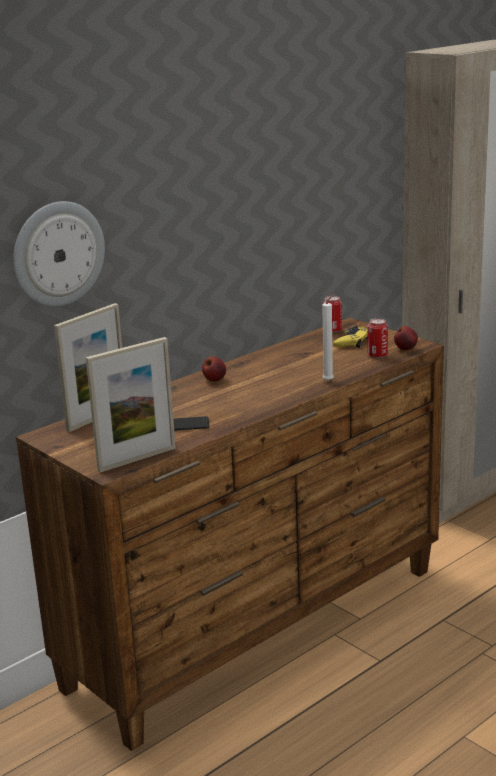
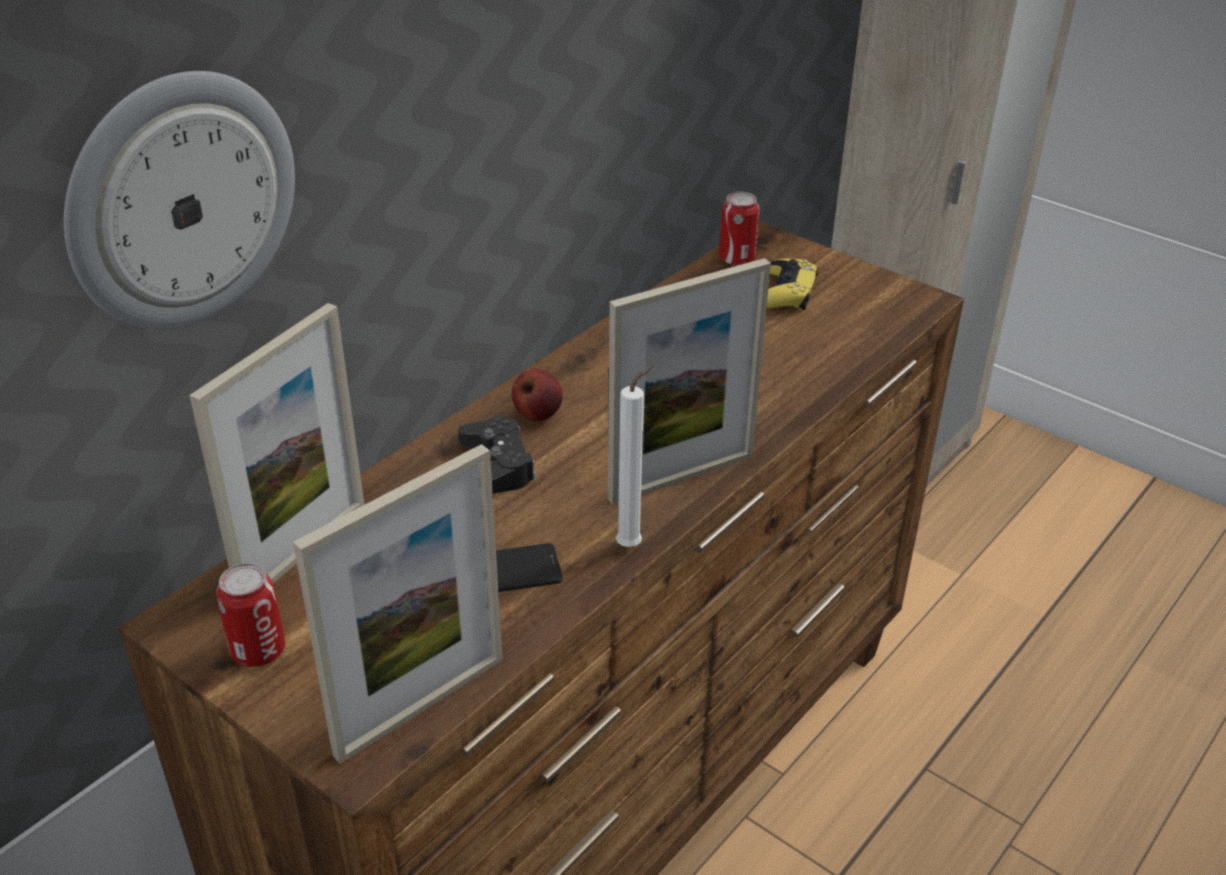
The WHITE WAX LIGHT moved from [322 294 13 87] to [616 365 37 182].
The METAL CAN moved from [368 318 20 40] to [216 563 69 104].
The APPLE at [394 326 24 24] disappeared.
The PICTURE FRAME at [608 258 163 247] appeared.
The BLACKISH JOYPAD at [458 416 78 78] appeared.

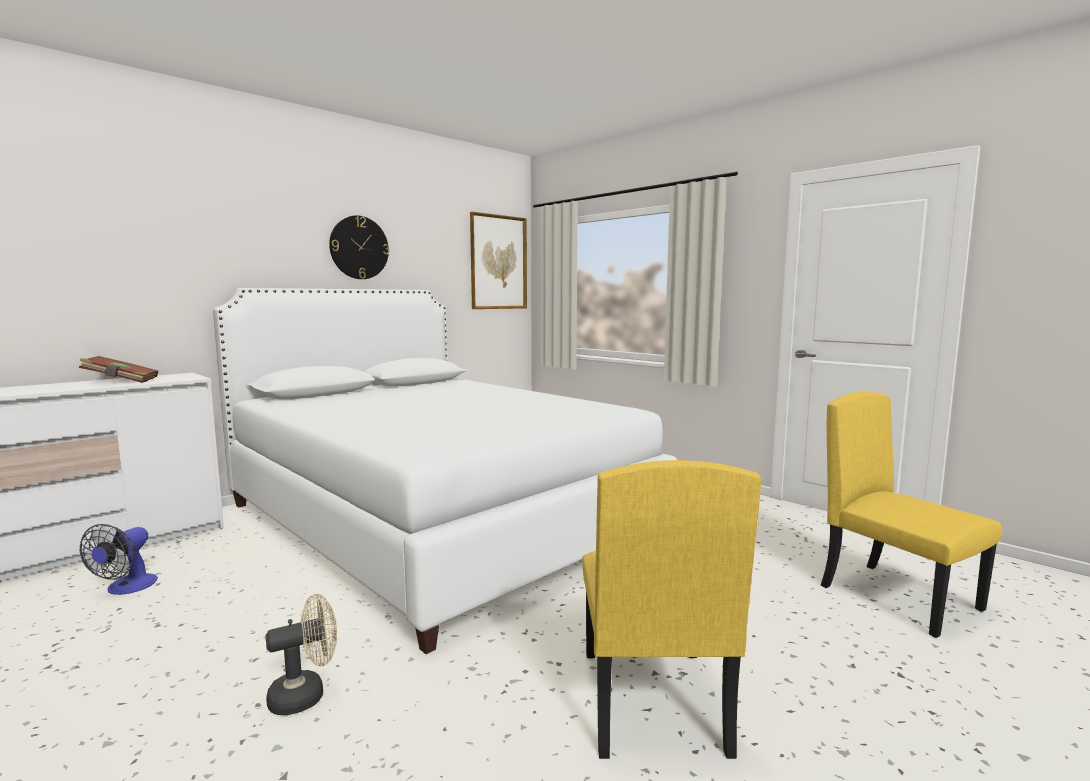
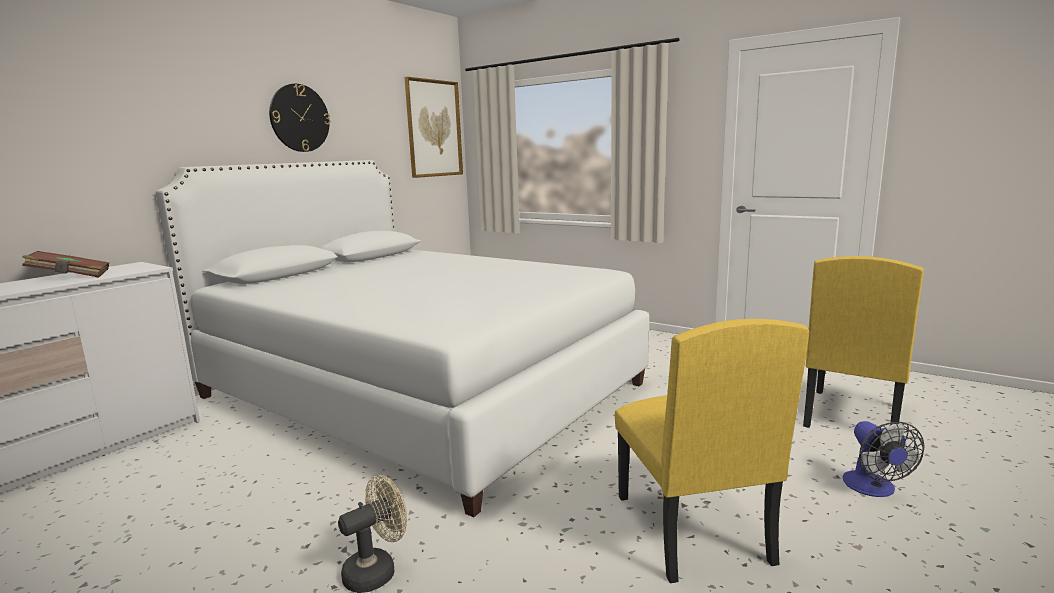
The YELLOW CHAIR at [821 391 181 247] turned 105 degrees counterclockwise.
The COOLING FAN moved from [80 524 78 71] to [843 421 82 76].

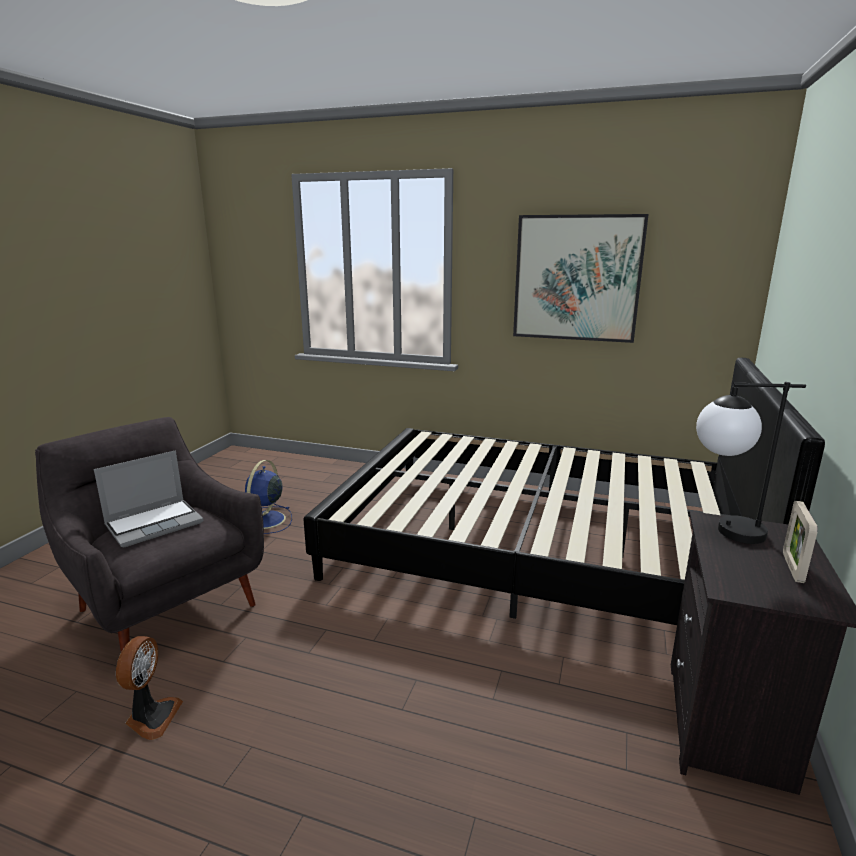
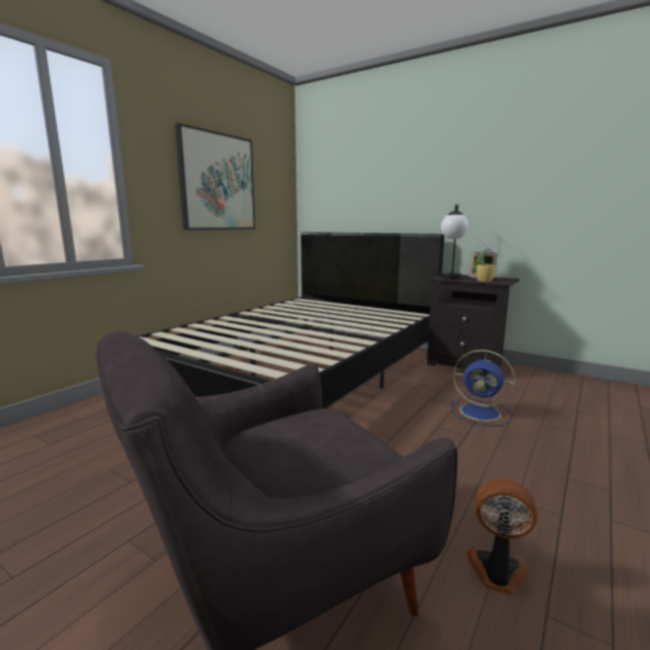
The NOTEBOOK COMPUTER at [94 450 109 97] disappeared.
The BLUE COOLING FAN moved from [245 460 47 74] to [451 350 64 76].
The POTTED PLANT at [476 240 21 42] appeared.

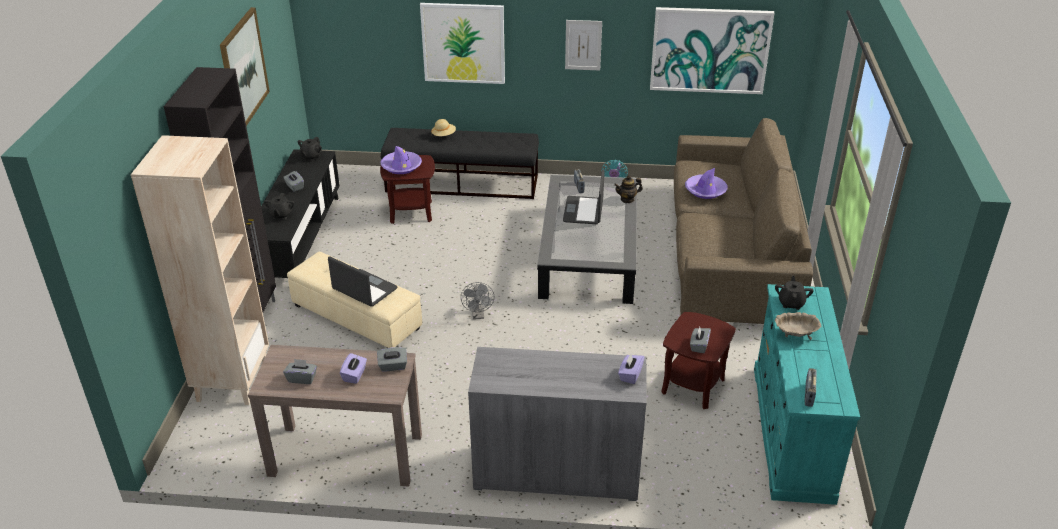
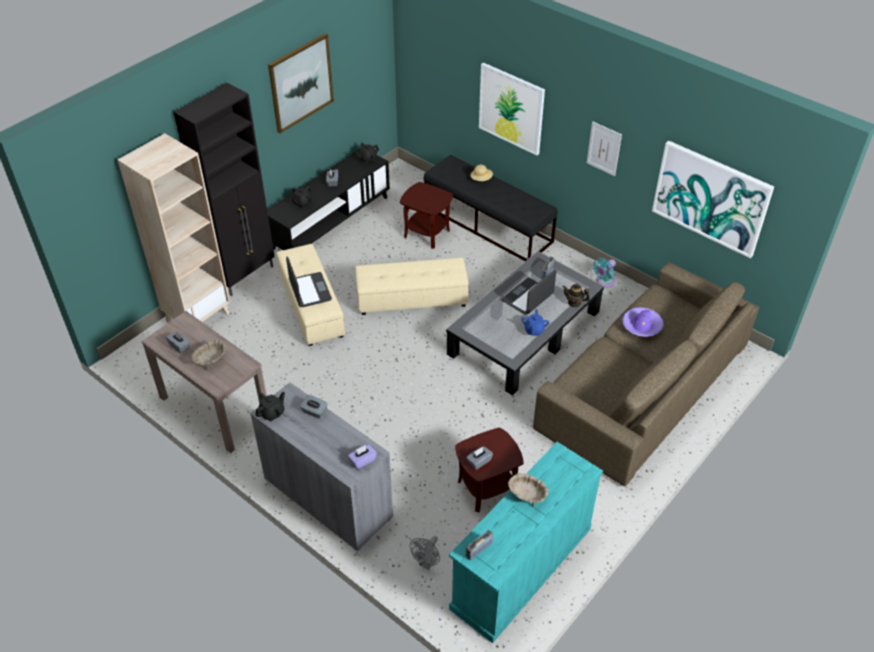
The PURPLE HAT at [381 146 41 28] disappeared.
The BLACKISH TEA POT moved from [775 276 39 34] to [256 392 29 29].
The GRAY COOLING FAN moved from [461 282 34 37] to [410 536 30 34].
The GRAY TISSUE BOX moved from [377 347 30 25] to [300 395 28 24].
The PURPLE TISSUE BOX at [340 353 27 31] was replaced by the BEIGE-COLOURED SERVING BOWL at [191 340 35 30].
The BEIGE-COLOURED OTTOMAN at [355 258 114 57] appeared.
The BLUE TEA POT at [521 309 29 27] appeared.

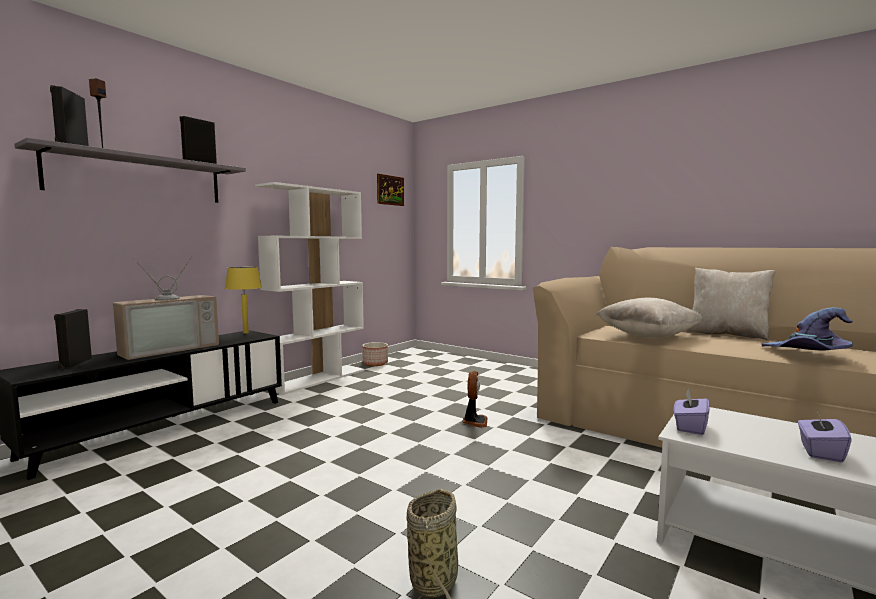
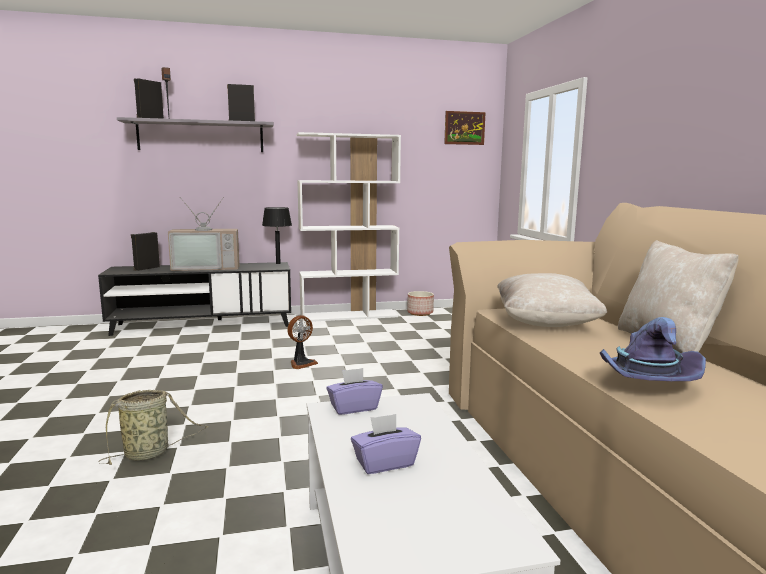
The YELLOW TABLETOP LAMP at [225 267 37 66] became the BLACKISH TABLETOP LAMP at [262 207 30 57].
The COOLING FAN moved from [462 371 26 57] to [287 315 31 54].

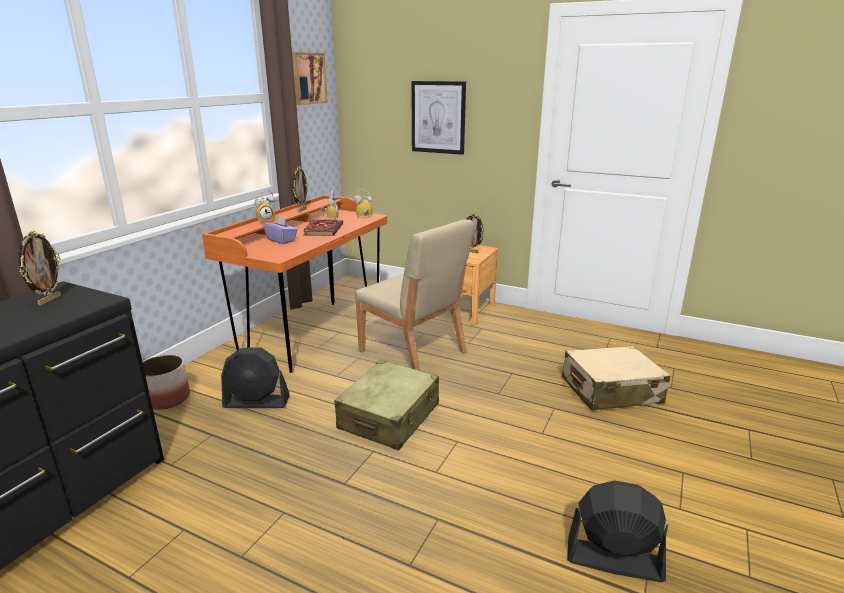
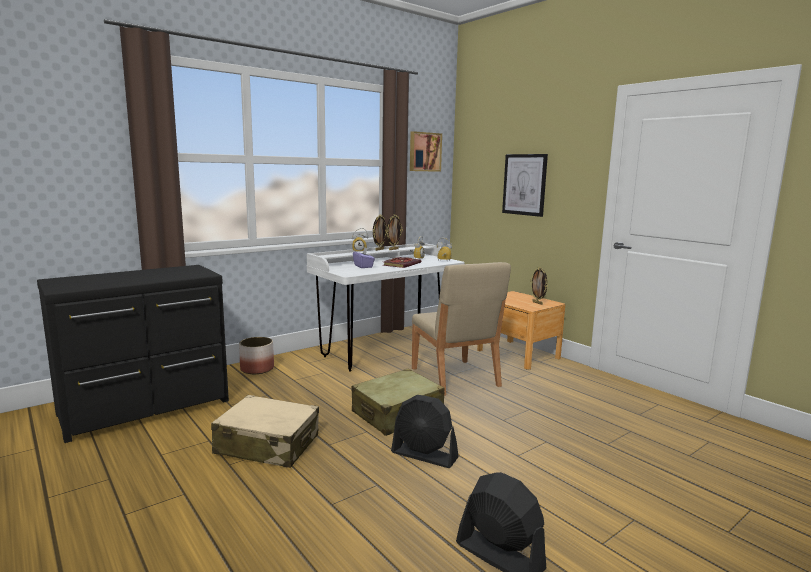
The ORANGE DESK at [202 195 185 178] became the WHITE DESK at [307 243 157 129].
The PICTURE FRAME moved from [18 231 43 75] to [373 215 14 36].
The BEIGE-COLOURED SUITCASE moved from [562 346 109 64] to [211 395 108 73].
The BLACKISH COOLING FAN moved from [221 348 69 60] to [391 395 68 73].

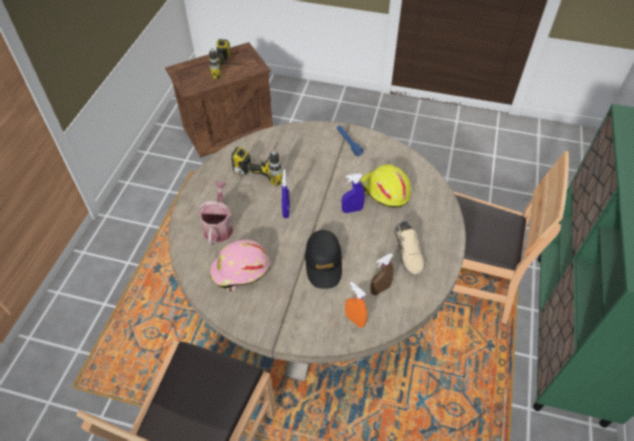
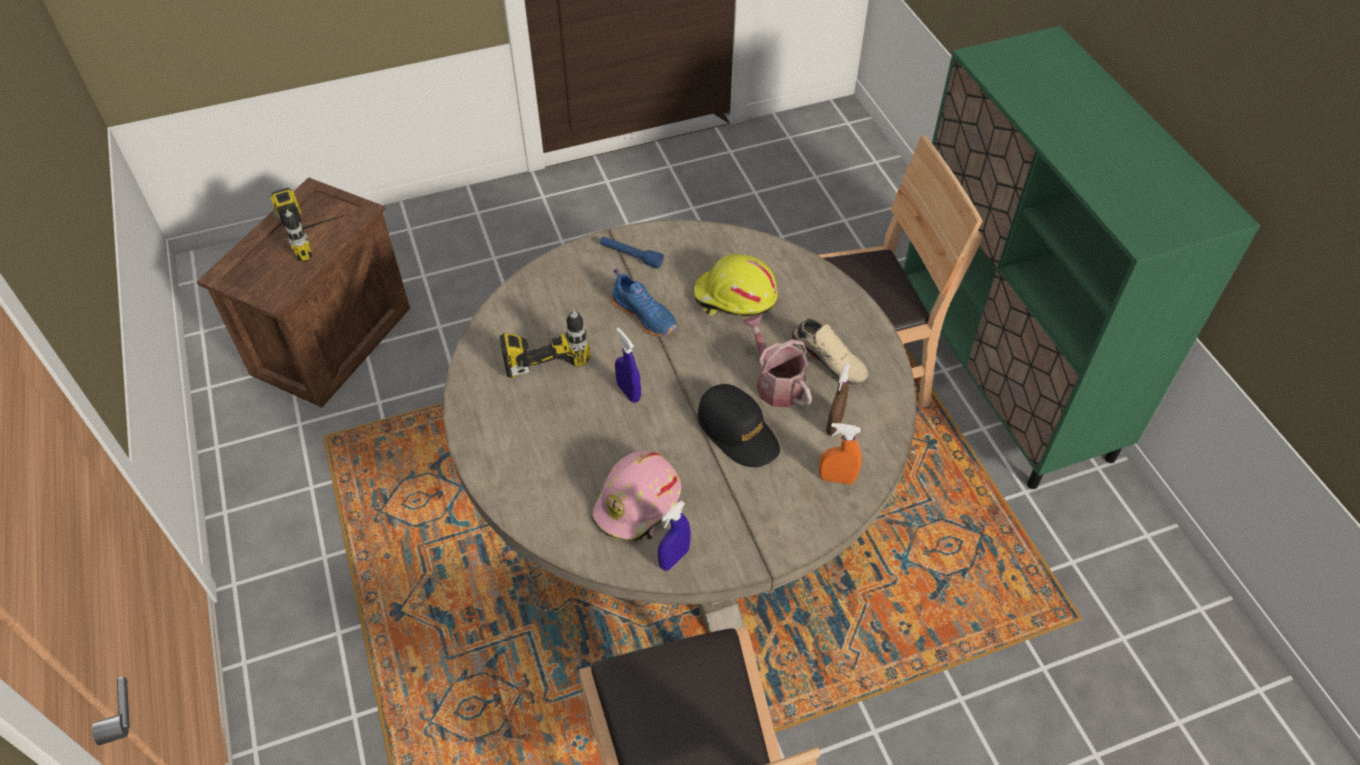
The BLUE HAND SPRAYER moved from [342 173 23 40] to [658 501 33 70].
The WATERING CAN moved from [197 182 36 63] to [742 315 70 92].
The BLUE ITEM OF FOOTWEAR at [611 268 66 69] appeared.

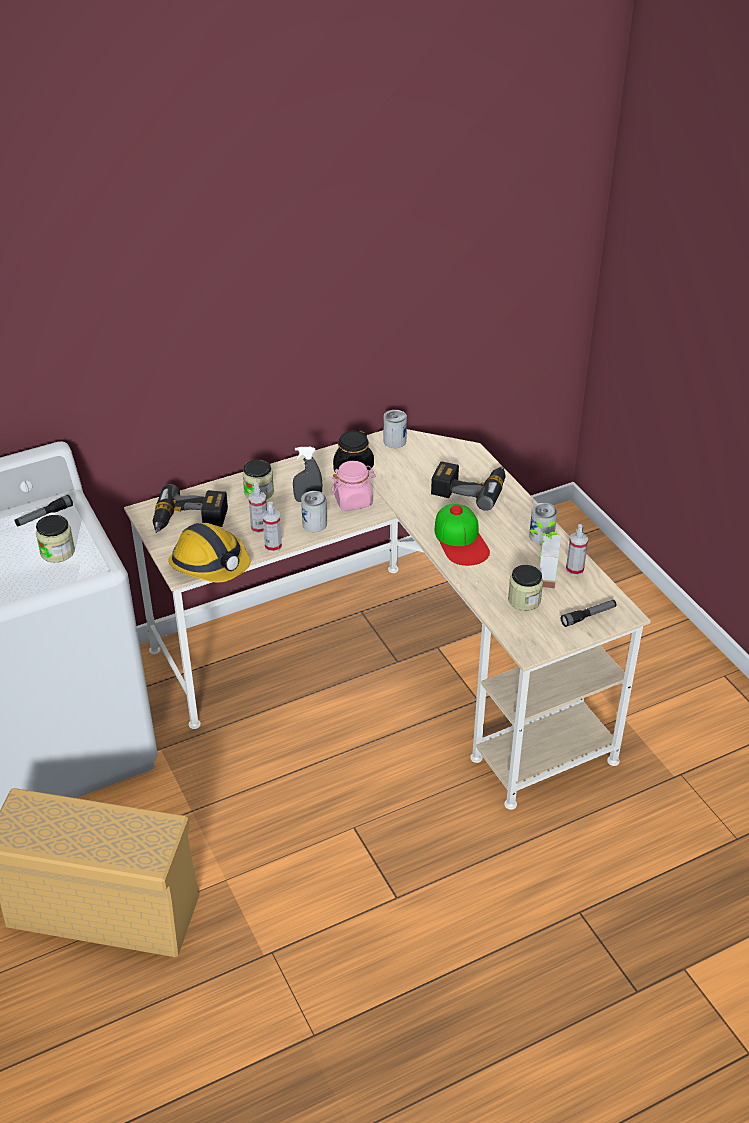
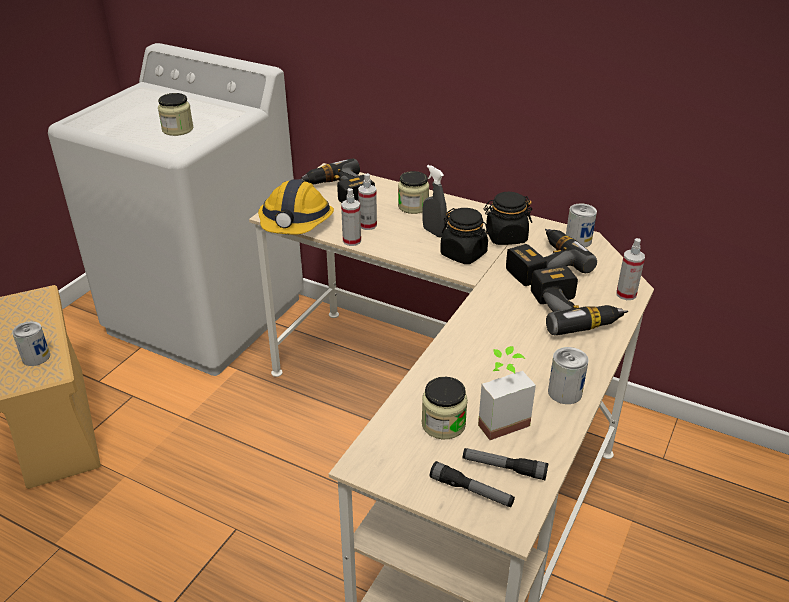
The PINKISH STORAGE JAR at [331 461 45 50] became the BLACKISH STORAGE JAR at [440 208 49 56].
The METAL CAN moved from [301 491 26 41] to [12 321 38 45].
The HAND TORCH moved from [15 495 58 31] to [463 448 85 32].
The PEAKED CAP at [434 504 56 62] disappeared.
The HAND SPRAYER moved from [566 524 22 52] to [616 238 29 62].
The DRILL at [506 229 91 57] appeared.

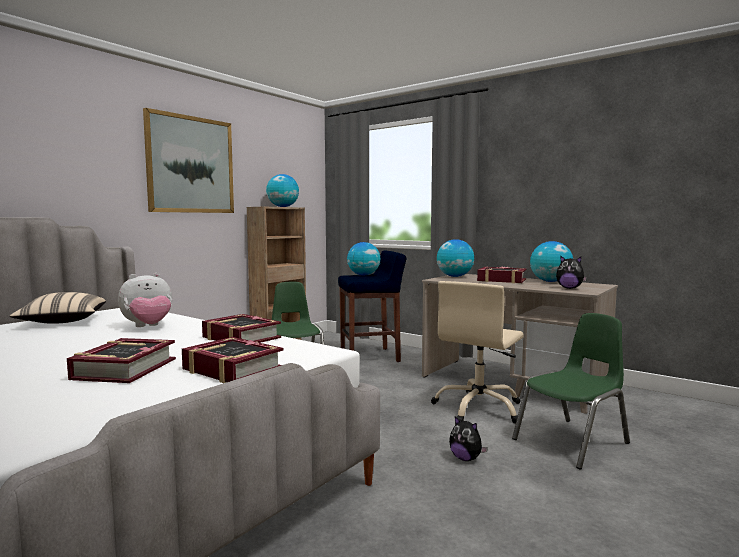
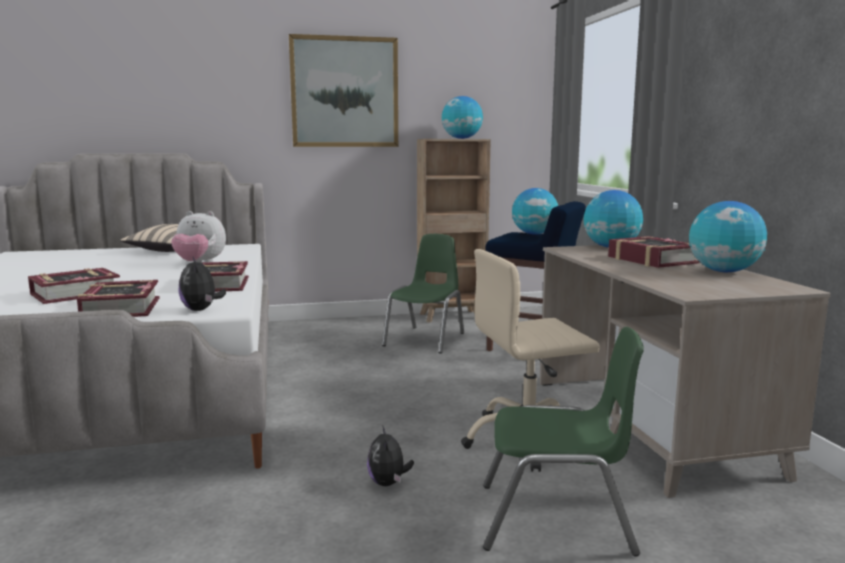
The SOFT TOY moved from [556 256 31 33] to [178 257 48 54].

